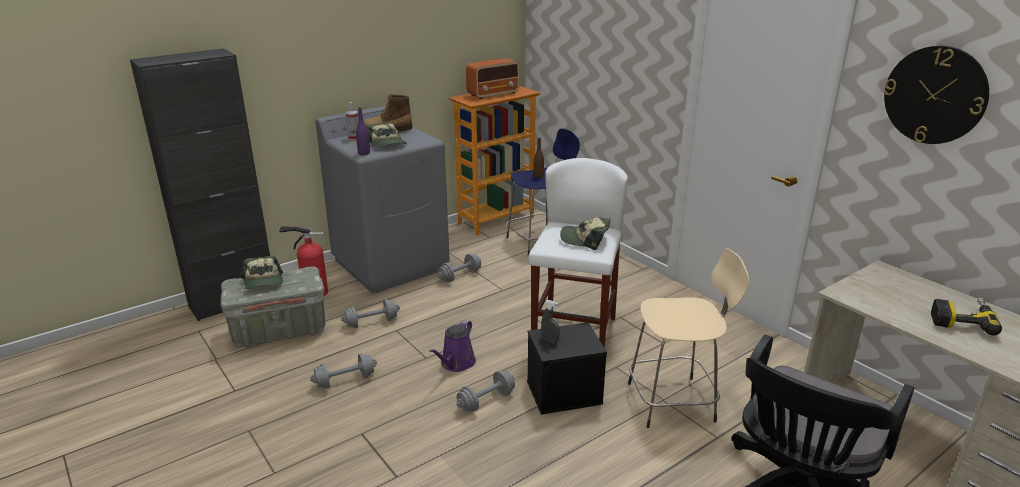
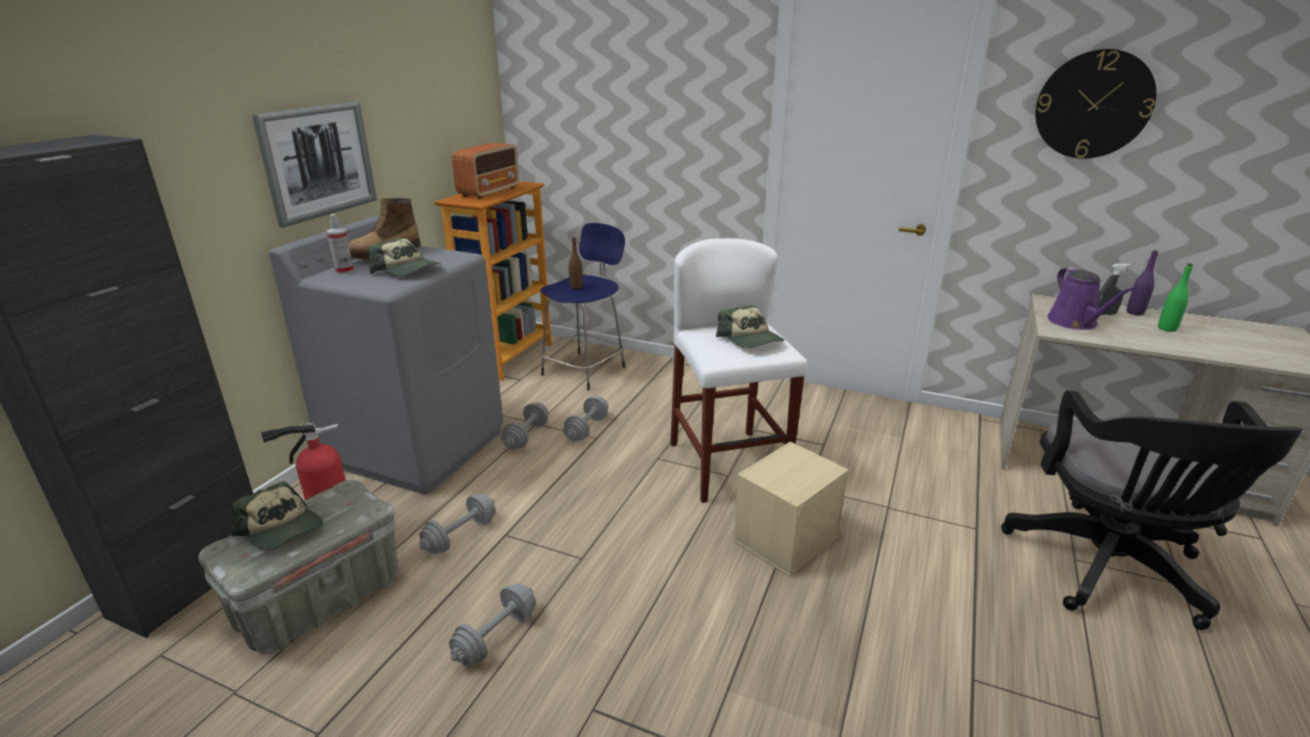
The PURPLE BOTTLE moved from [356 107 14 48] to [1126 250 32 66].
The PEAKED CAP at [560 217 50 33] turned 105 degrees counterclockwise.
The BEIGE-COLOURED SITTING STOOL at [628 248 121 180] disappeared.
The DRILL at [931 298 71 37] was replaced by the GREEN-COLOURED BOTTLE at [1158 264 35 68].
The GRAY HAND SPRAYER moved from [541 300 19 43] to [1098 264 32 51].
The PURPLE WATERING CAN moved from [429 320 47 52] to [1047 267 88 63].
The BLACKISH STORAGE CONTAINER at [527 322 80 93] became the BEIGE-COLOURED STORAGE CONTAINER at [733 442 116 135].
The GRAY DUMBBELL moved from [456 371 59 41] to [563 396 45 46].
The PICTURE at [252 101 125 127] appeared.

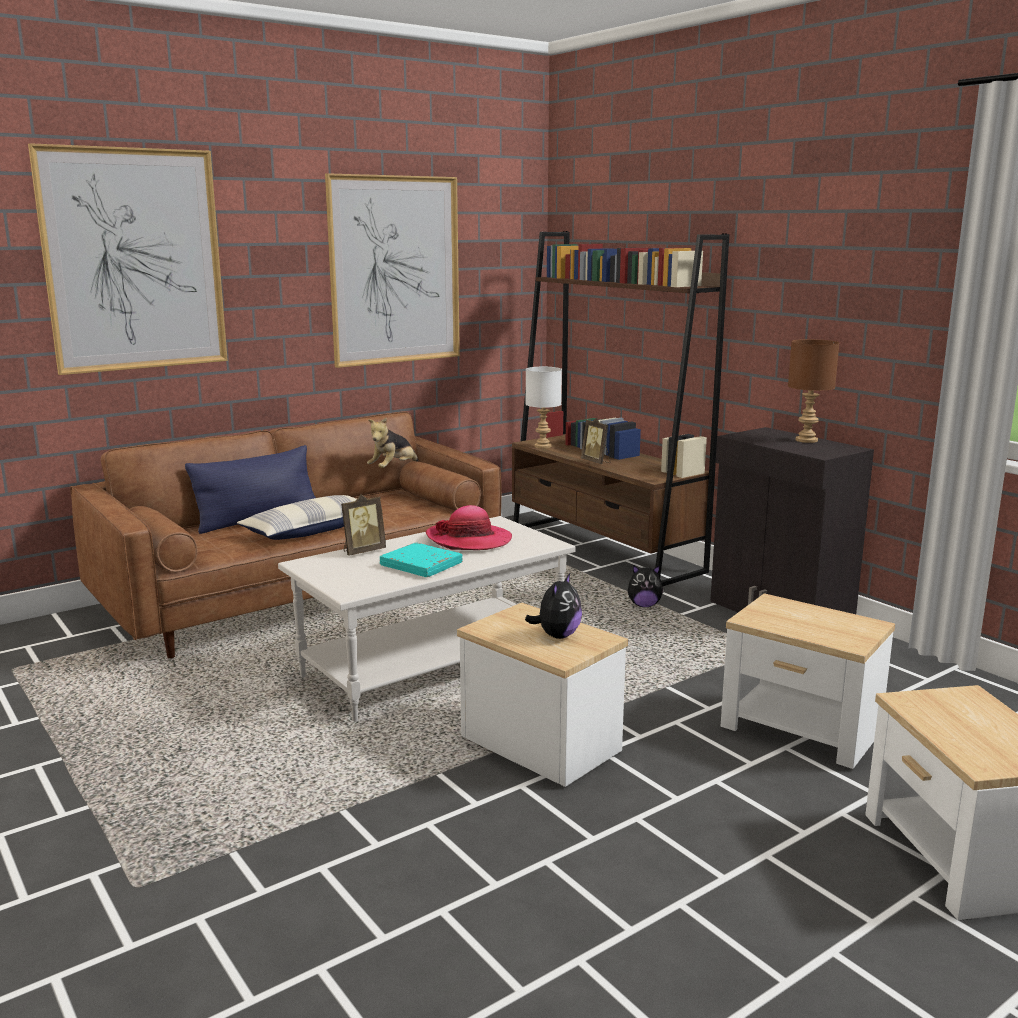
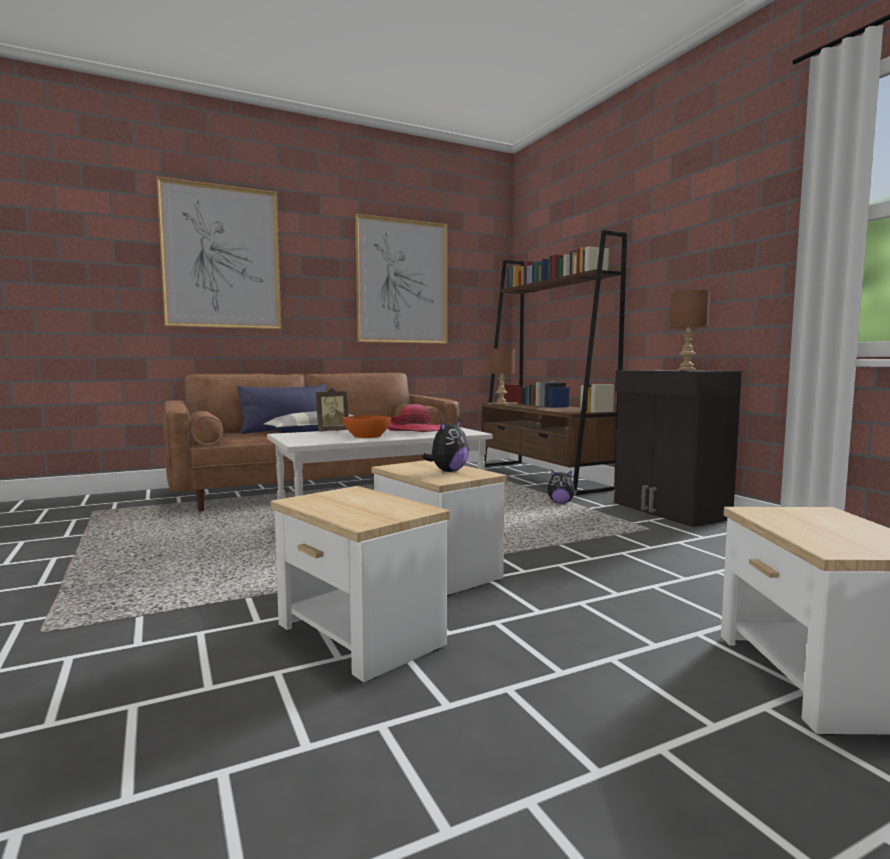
The WHITE TABLETOP LAMP at [526 367 36 81] became the BROWN TABLETOP LAMP at [489 348 26 56].
The SOFT TOY at [367 418 51 50] disappeared.
The PICTURE FRAME at [581 418 29 46] disappeared.
The TURQUOISE BOUND BOOK at [380 542 83 35] was replaced by the ORANGE SERVING BOWL at [343 415 48 23].
The END TABLE moved from [721 593 174 176] to [271 486 179 196].

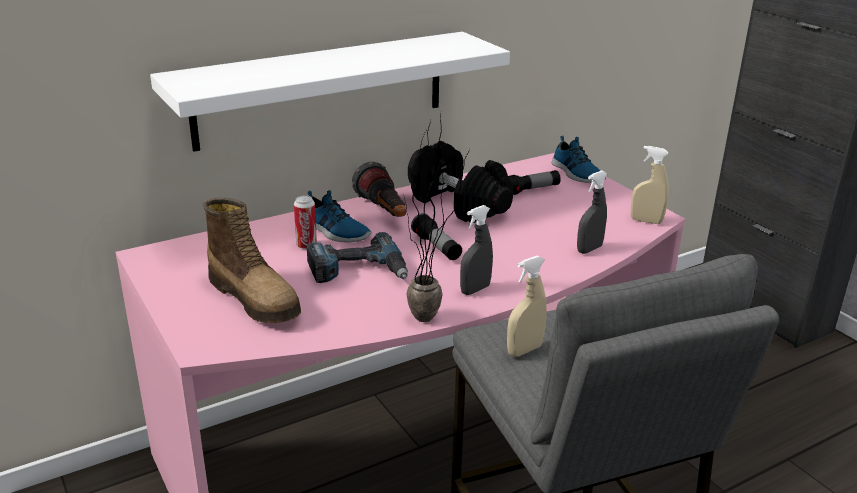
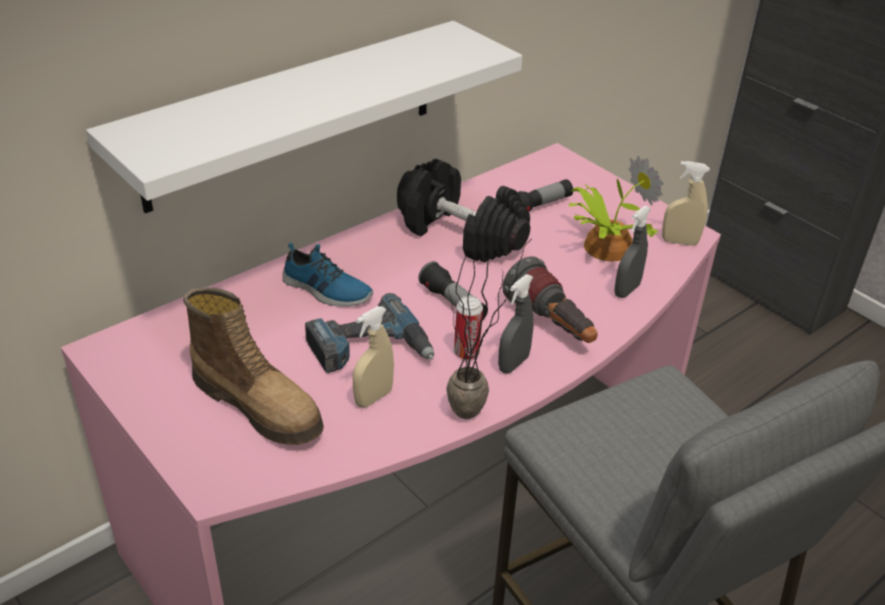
The ITEM OF FOOTWEAR at [552 136 54 47] disappeared.
The HAND TORCH moved from [352 162 54 55] to [502 256 96 87].
The METAL CAN moved from [294 195 23 54] to [454 296 29 64].
The BEIGE-COLOURED HAND SPRAYER moved from [507 255 40 102] to [353 306 41 102].
The POTTED PLANT at [569 156 95 105] appeared.

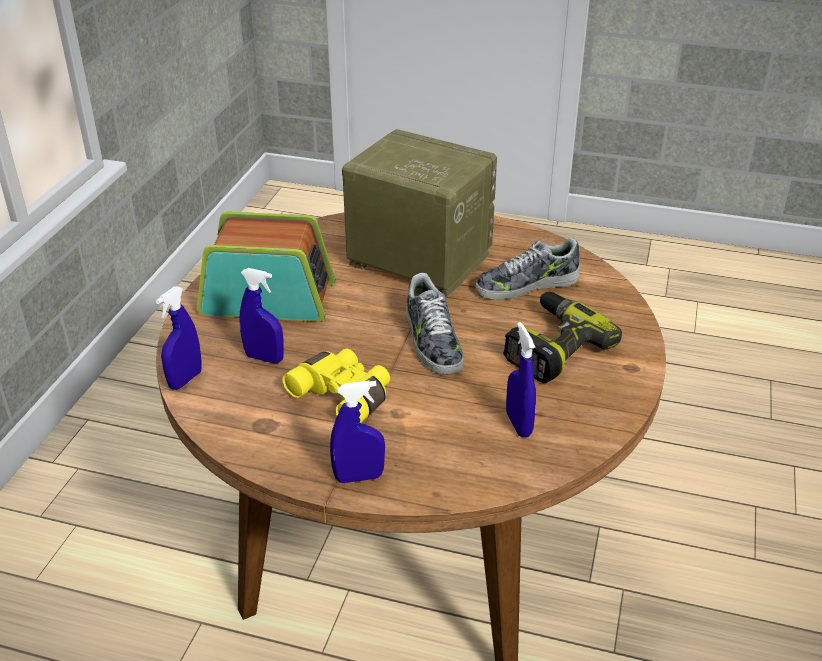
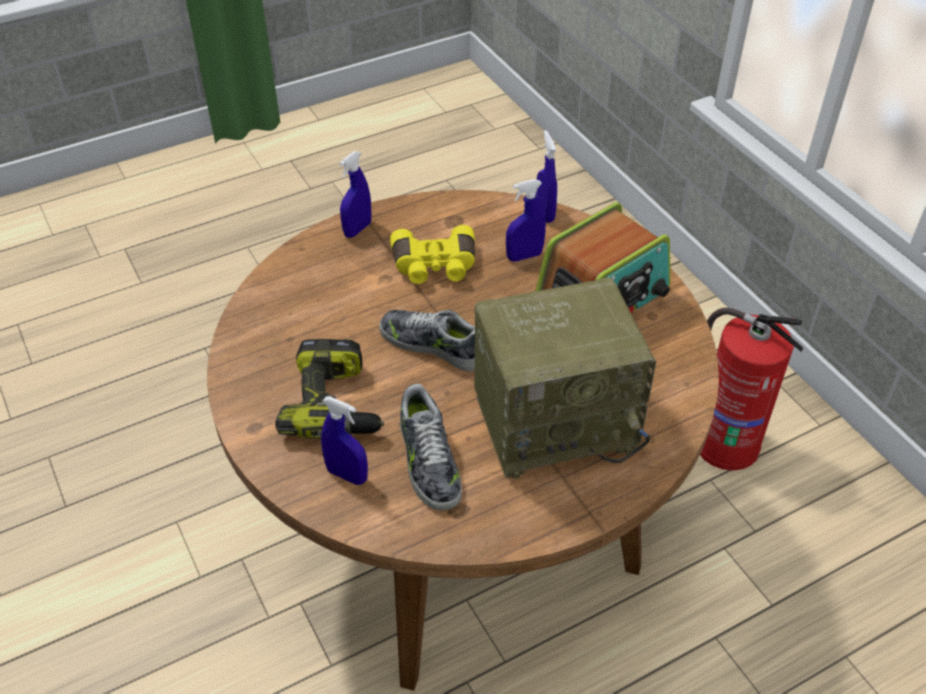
The ITEM OF FOOTWEAR at [475 238 105 62] turned 135 degrees clockwise.
The BLUE HAND SPRAYER moved from [506 322 30 115] to [321 397 47 88].
The FIRE EXTINGUISHER at [700 307 103 164] appeared.

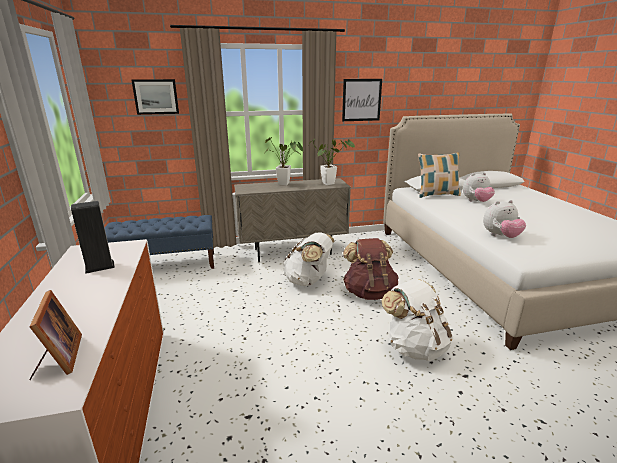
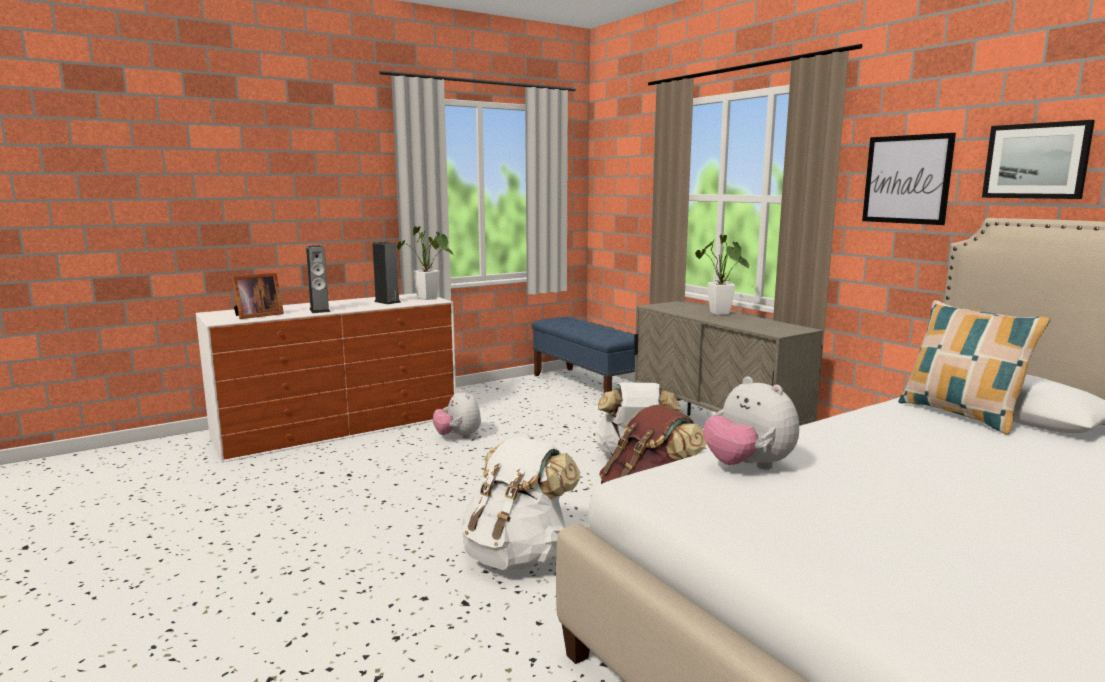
The PICTURE moved from [131 79 48 36] to [982 120 113 79].
The POTTED PLANT moved from [308 139 47 46] to [397 226 56 74].
The SOFT TOY moved from [463 173 32 29] to [433 389 48 50].
The LOUDSPEAKER at [306 245 24 68] appeared.

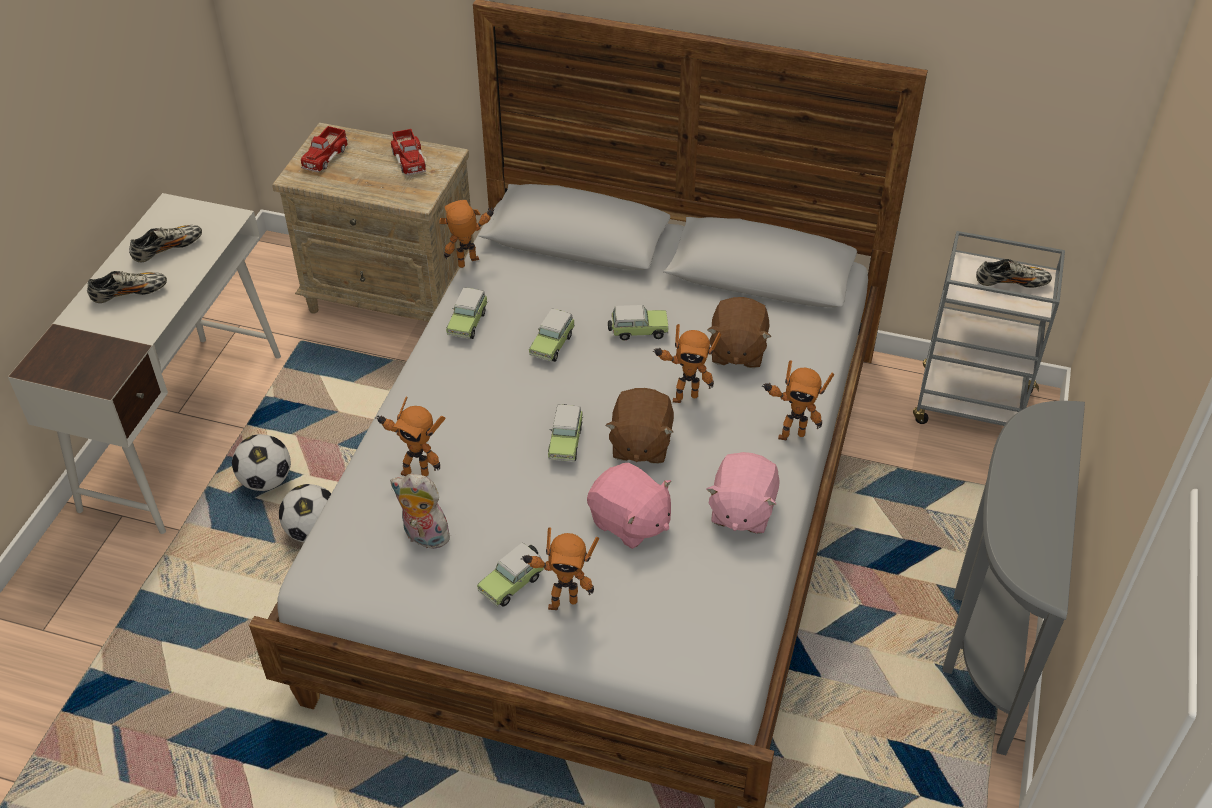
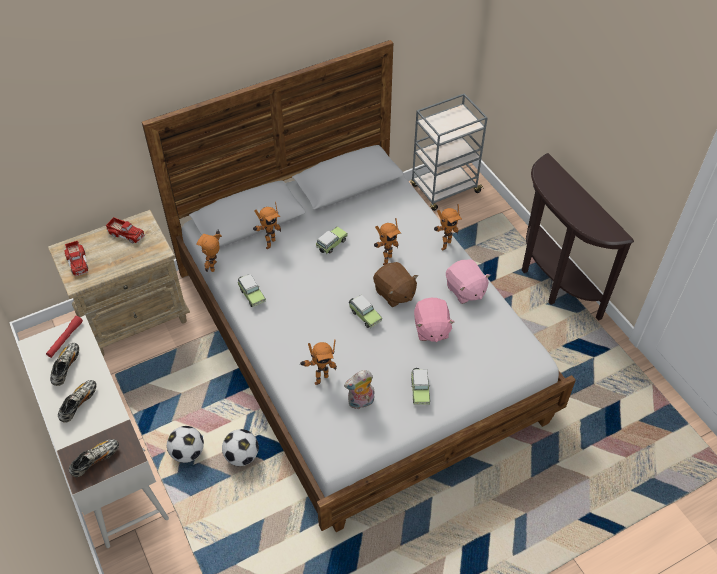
The ITEM OF FOOTWEAR moved from [976 259 76 29] to [69 439 50 38].
The BROWN SOFT TOY at [707 297 64 71] disappeared.
The MODEL CAR at [529 308 46 54] disappeared.
The GRAY NARROW TABLE at [942 401 143 354] became the BROWN NARROW TABLE at [522 153 112 168].
The PINKISH SOFT TOY at [587 463 84 86] turned 90 degrees clockwise.
The MODEL ROBOT moved from [521 527 78 83] to [253 202 28 47].
The REDDISH HAND TORCH at [46 316 37 42] appeared.

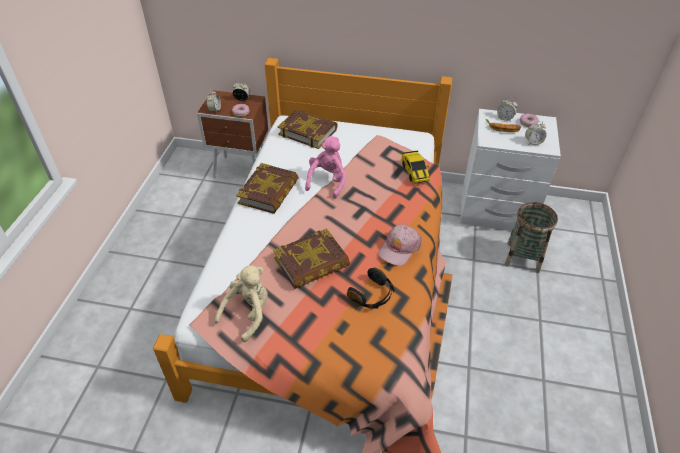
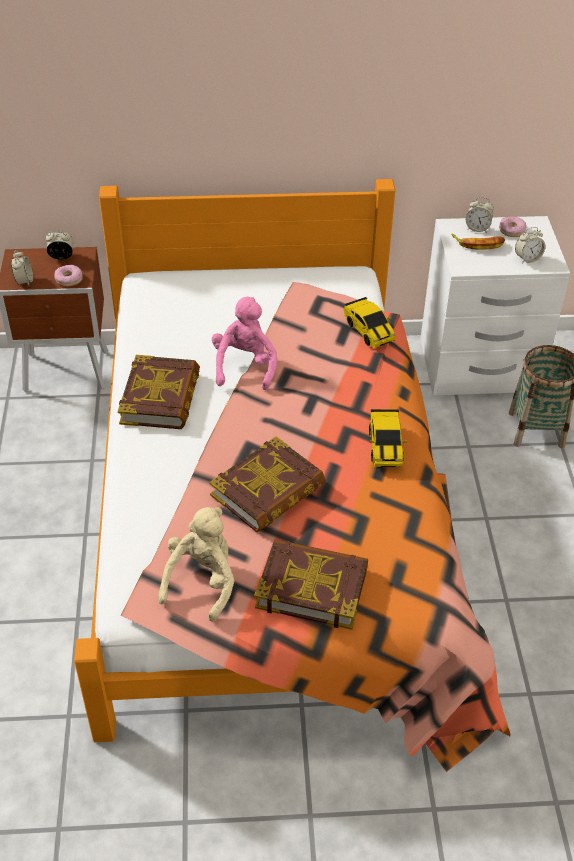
The BOUND BOOK moved from [277 109 61 40] to [254 539 114 91].
The PINKISH PEAKED CAP at [378 224 44 42] was replaced by the MODEL CAR at [369 409 37 58].
The BLACKISH HEADPHONES at [347 267 47 42] disappeared.

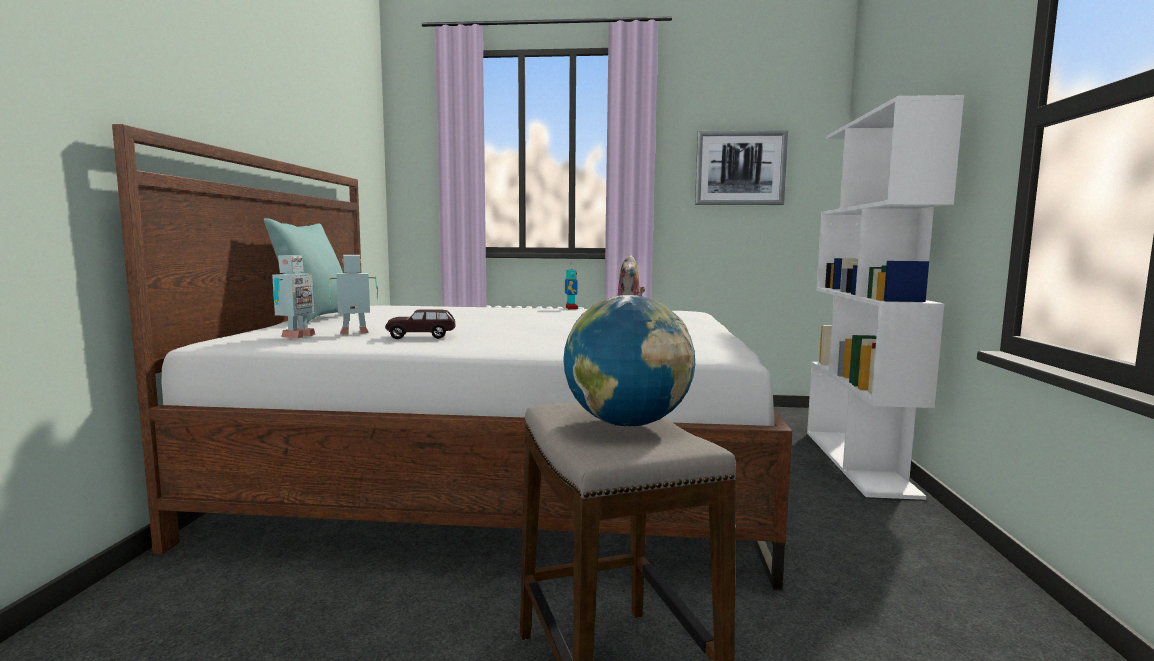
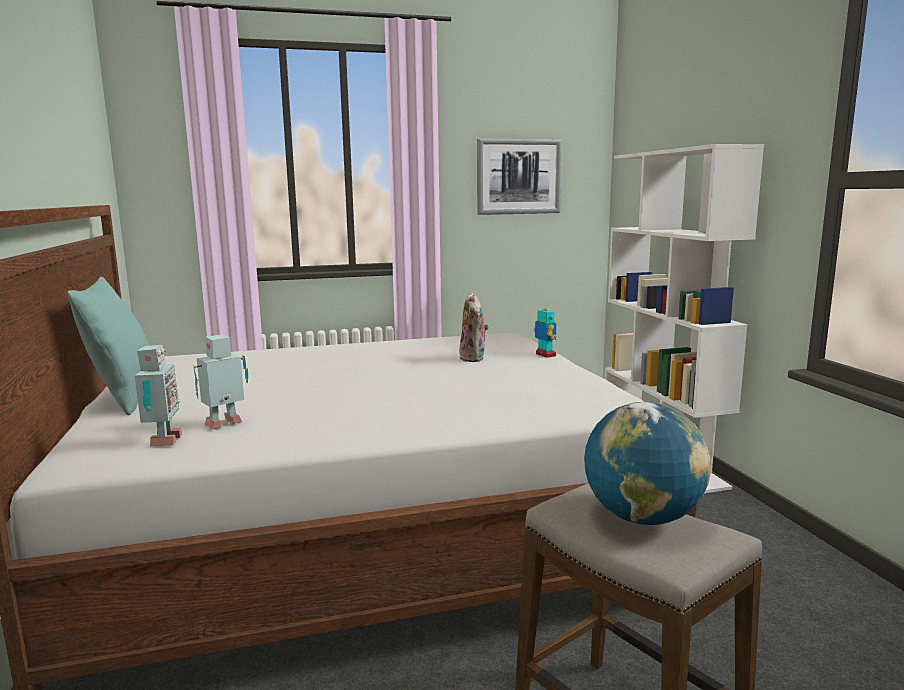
The MODEL ROBOT moved from [565 263 13 46] to [534 303 23 55].
The BROWN MODEL CAR at [385 309 71 30] disappeared.

